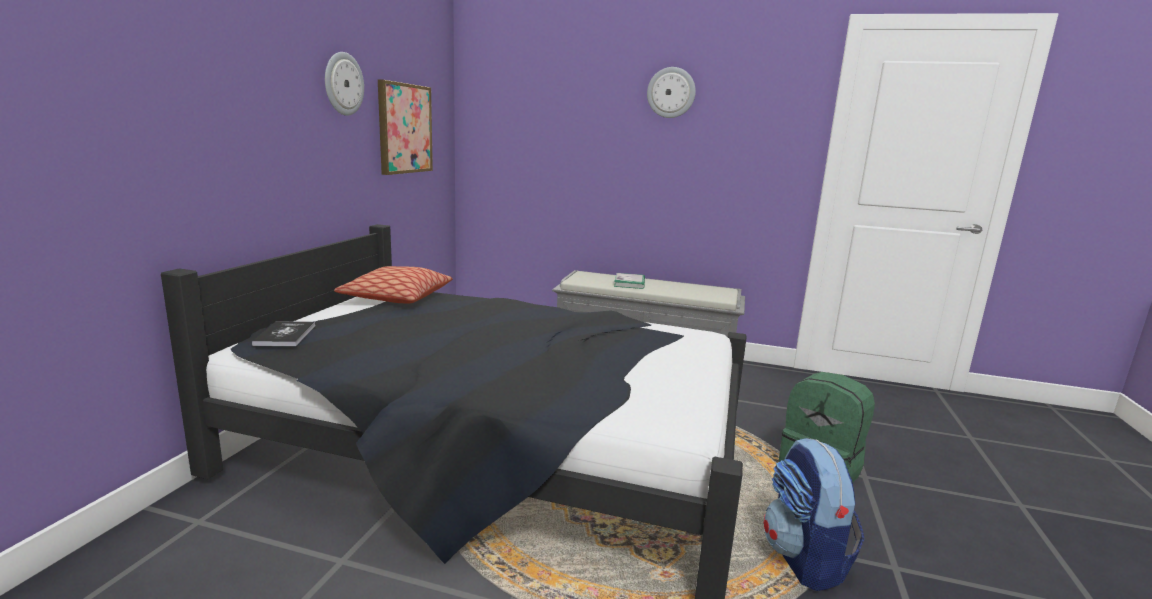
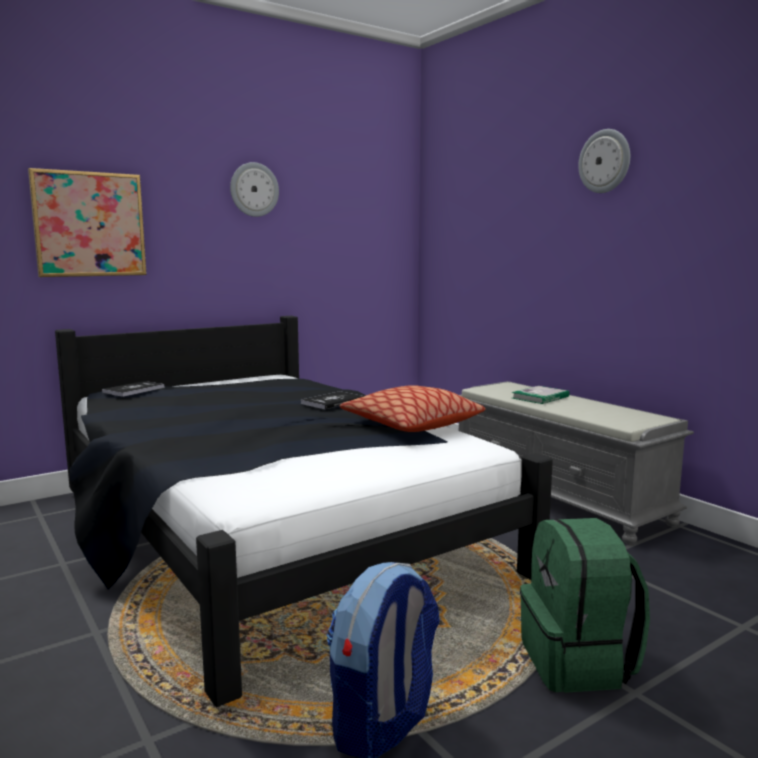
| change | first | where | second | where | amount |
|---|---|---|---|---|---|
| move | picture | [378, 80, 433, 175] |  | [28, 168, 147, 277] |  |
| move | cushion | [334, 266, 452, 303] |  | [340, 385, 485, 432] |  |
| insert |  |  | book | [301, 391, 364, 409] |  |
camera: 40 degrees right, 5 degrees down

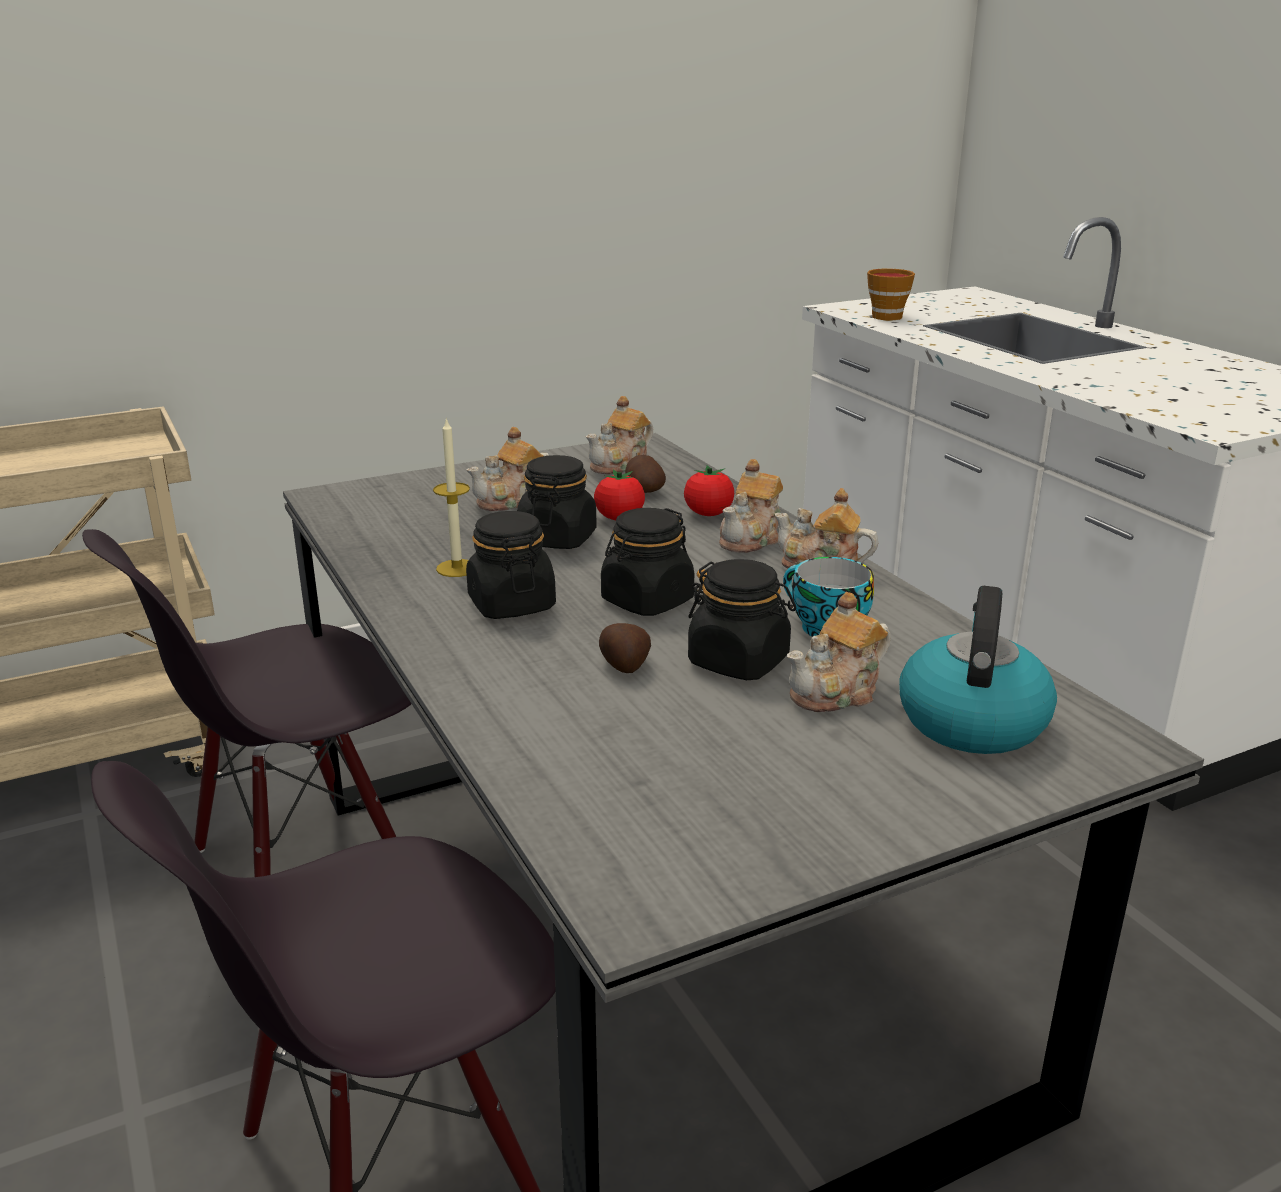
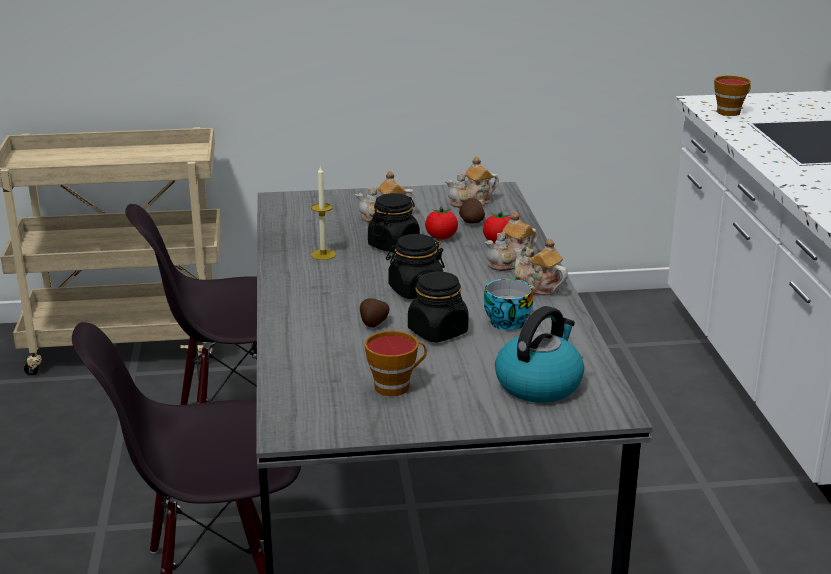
| change | first | where | second | where | amount |
|---|---|---|---|---|---|
| delete | black preserve jar | [466, 511, 556, 619] |  |  |  |
| delete | pot for tea | [787, 592, 891, 712] |  |  |  |
| insert |  |  | cup | [364, 331, 427, 396] |  |
camera: 20 degrees right, 0 degrees up

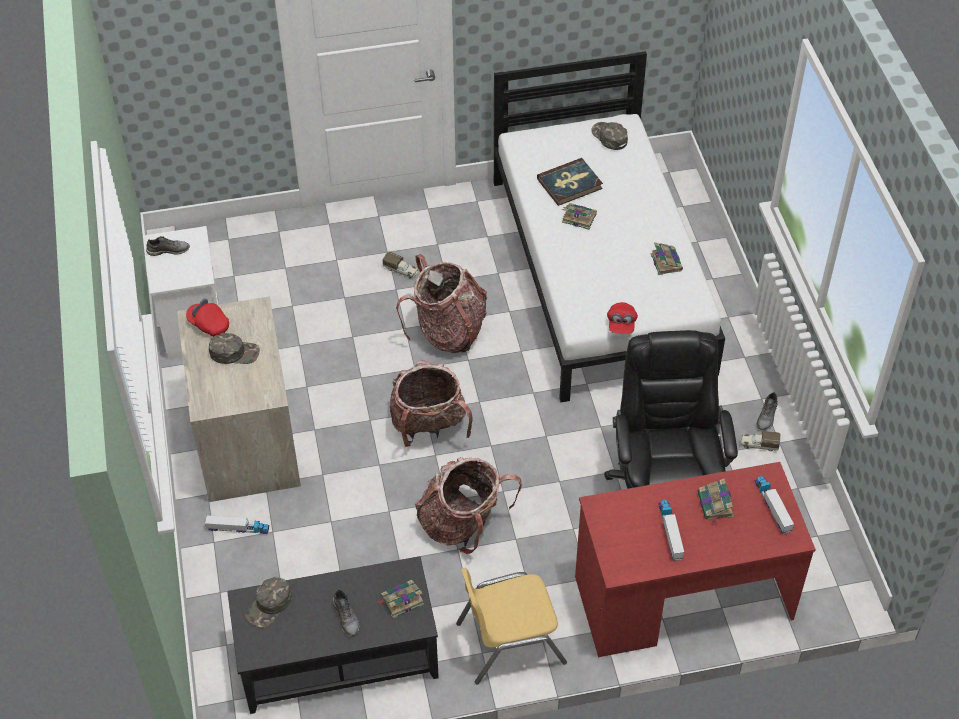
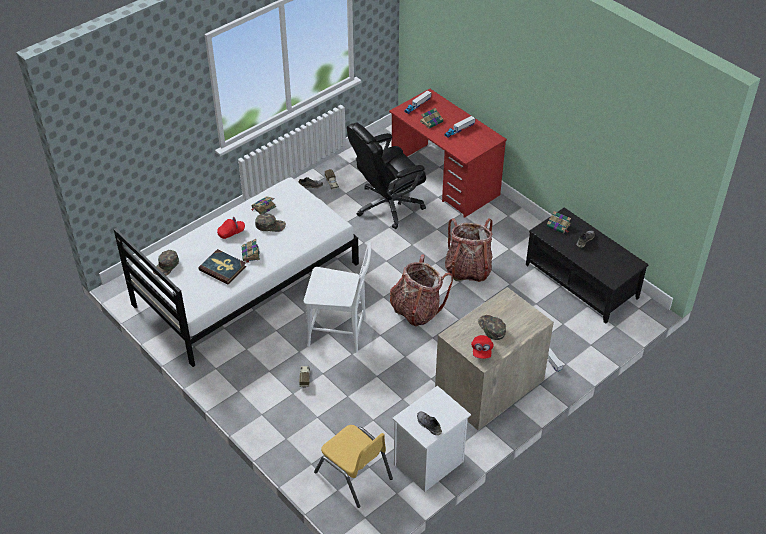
| change | first | where | second | where | amount |
|---|---|---|---|---|---|
| replace | rucksack | [396, 254, 488, 353] | white-coloured plain chair | [304, 242, 371, 353] |  |
| move | red cap | [607, 302, 638, 334] |  | [217, 217, 245, 239] |  |
| move | yellow-coloured plain chair | [456, 568, 567, 684] |  | [314, 425, 393, 508] |  |
| move | green-coloured cap | [246, 577, 292, 628] |  | [255, 213, 286, 232] |  |
camera: 120 degrees left, 5 degrees down

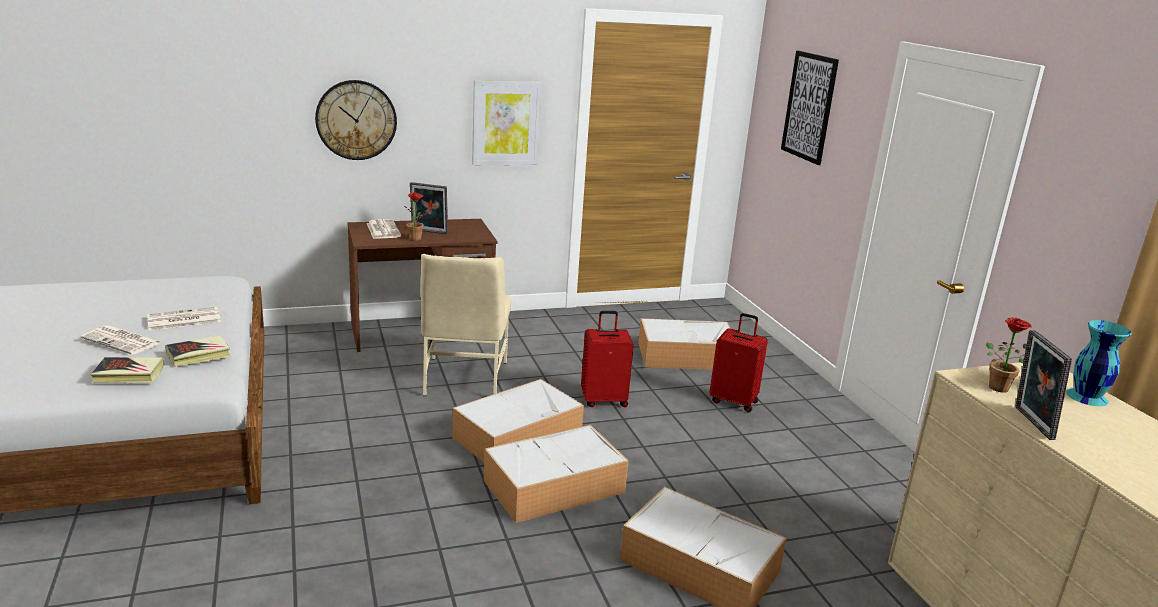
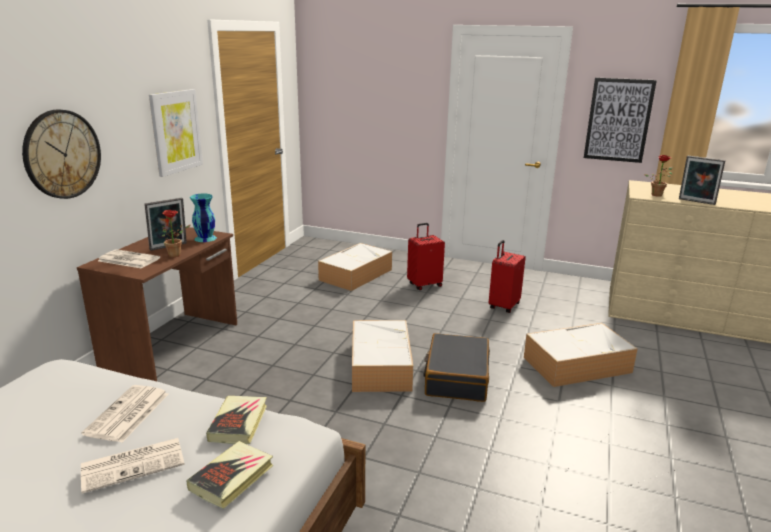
| change | first | where | second | where | amount |
|---|---|---|---|---|---|
| move | picture | [781, 50, 839, 165] |  | [584, 78, 657, 163] |  |
| delete | beige plain chair | [421, 254, 511, 396] |  |  |  |
| move | red piece of luggage | [581, 311, 634, 407] |  | [489, 240, 526, 313] |  |
| move | blue-green decorative vase | [1066, 320, 1131, 406] |  | [190, 194, 217, 242] |  |
| replace | storage bin | [484, 425, 629, 523] | black piece of luggage | [424, 333, 490, 402] |  |
camera: 50 degrees left, 0 degrees up

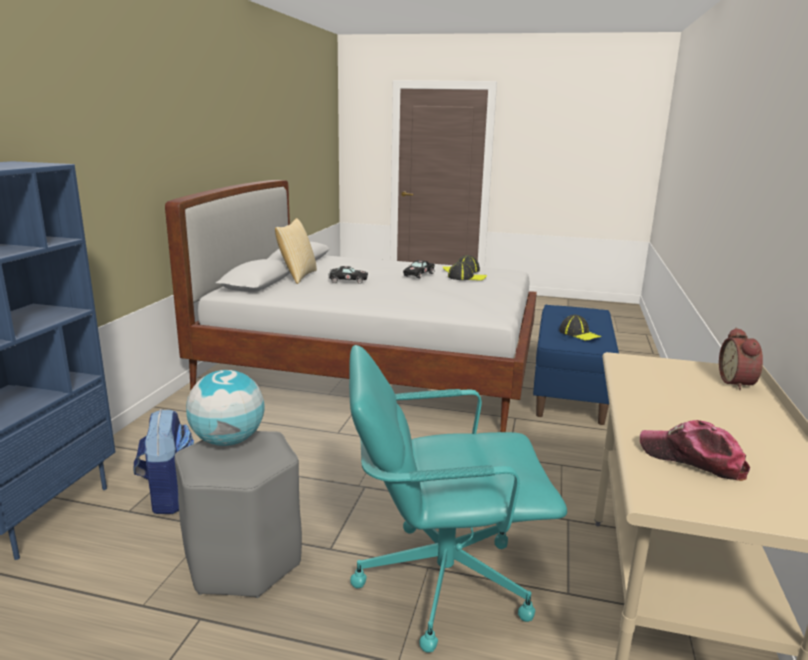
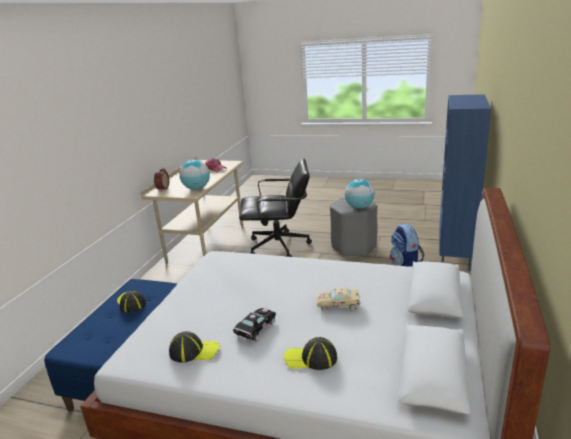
| change | first | where | second | where | amount |
|---|---|---|---|---|---|
| delete | cushion | [275, 218, 317, 284] |  |  |  |
| move | cap | [448, 261, 487, 281] |  | [284, 337, 337, 370] |  |
| recolor | black toy car | [329, 266, 368, 284] | beige toy car | [317, 288, 360, 311] |  |
| recolor | blue-green office chair | [349, 345, 567, 653] | black office chair | [239, 158, 312, 257] |  |
| insert |  |  | desk globe | [179, 160, 210, 190] |  |
camera: 175 degrees left, 5 degrees up

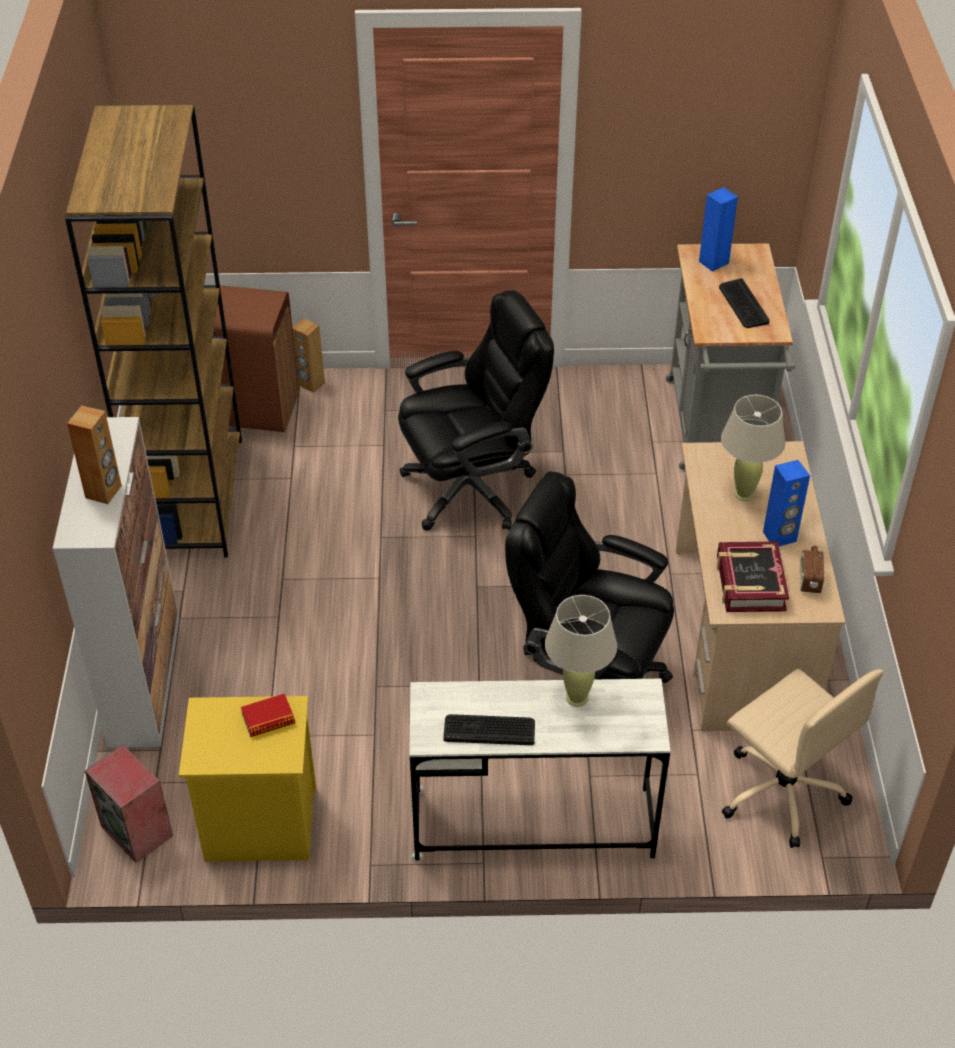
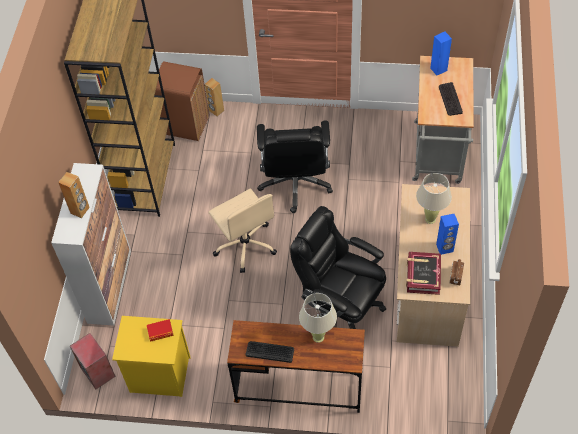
| change | first | where | second | where | amount |
|---|---|---|---|---|---|
| rotate | black office chair | [398, 290, 554, 531] |  | [257, 121, 333, 213] | 105 degrees clockwise |
| move | beige office chair | [722, 669, 884, 848] |  | [208, 189, 277, 273] |  |
| recolor | white-coloured desk table | [409, 679, 670, 862] | brown desk table | [227, 320, 365, 413] |  |
camera: 10 degrees right, 10 degrees up

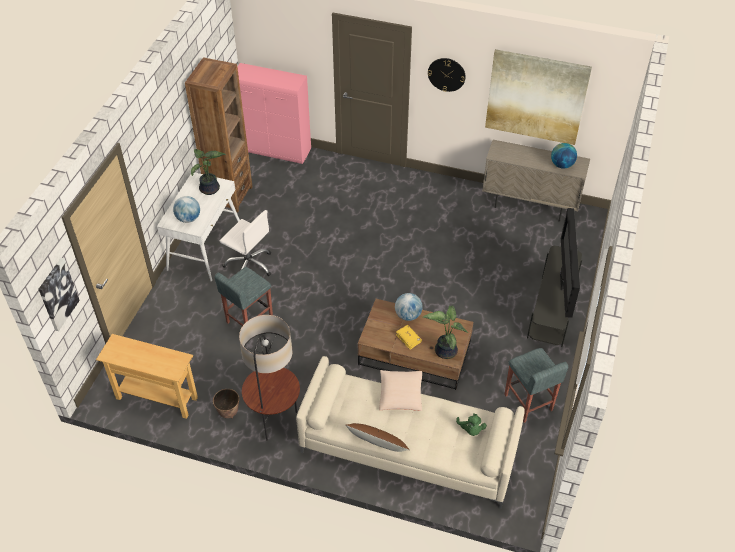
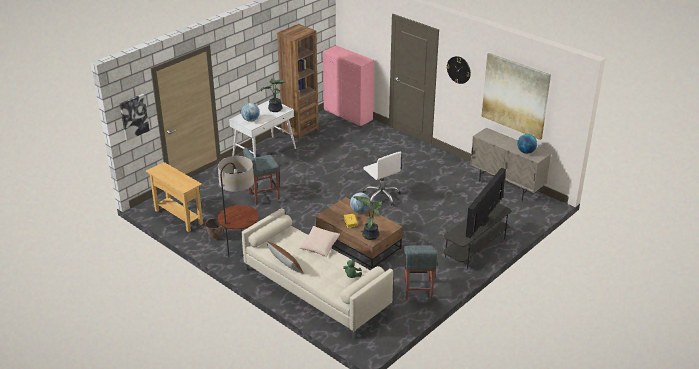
| change | first | where | second | where | amount |
|---|---|---|---|---|---|
| move | white-coloured office chair | [220, 210, 271, 276] |  | [363, 152, 401, 205] |  |
camera: 25 degrees right, 15 degrees down

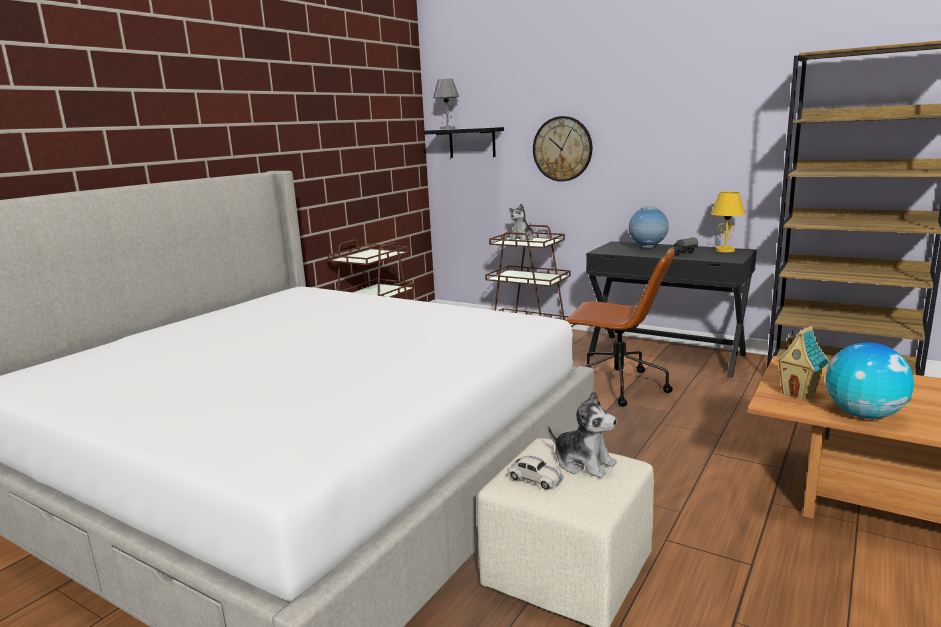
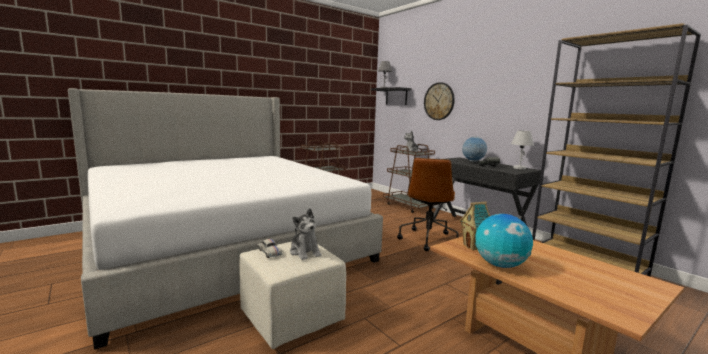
| change | first | where | second | where | amount |
|---|---|---|---|---|---|
| recolor | yellow-coloured table lamp | [711, 192, 745, 252] | white-coloured table lamp | [511, 131, 534, 169] |  |
| rotate | brown office chair | [565, 247, 675, 407] |  | [397, 158, 459, 251] | 60 degrees clockwise |
camera: 20 degrees right, 5 degrees down

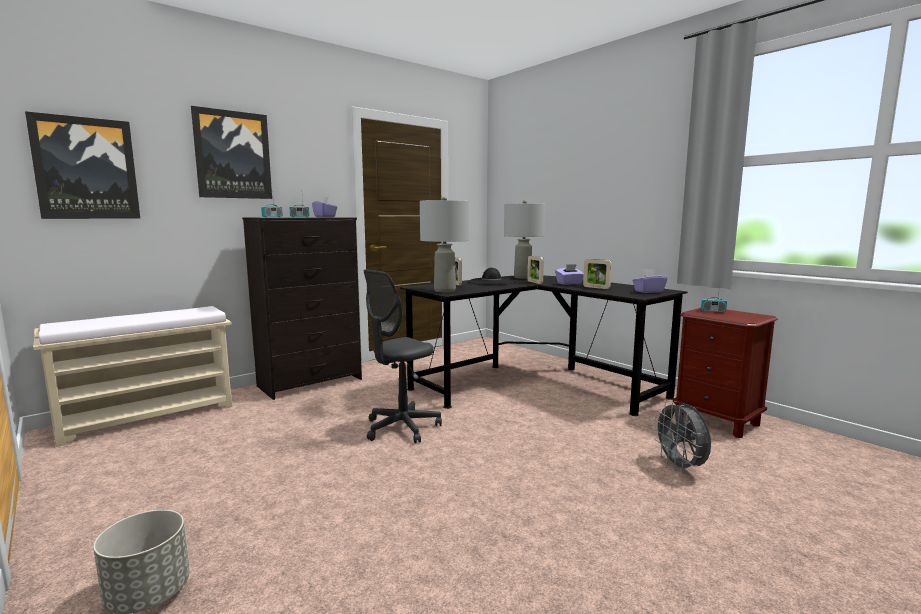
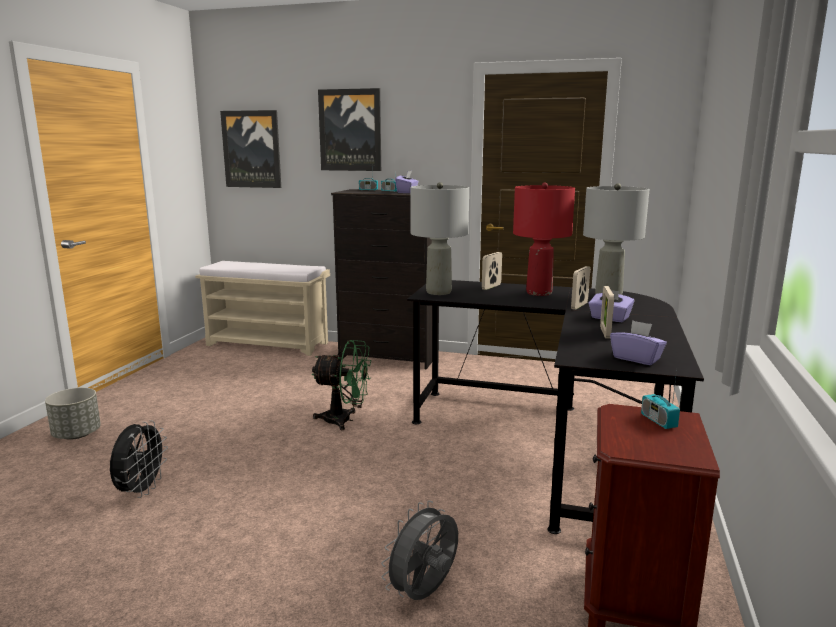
| change | first | where | second | where | amount |
|---|---|---|---|---|---|
| replace | black clothing hat | [467, 268, 516, 285] | red table lamp | [513, 183, 575, 296] |  |
| replace | grey office chair | [364, 269, 442, 443] | green-coloured fan | [311, 340, 371, 430] |  |
| insert |  |  | black fan | [110, 420, 168, 498] |  |
camera: 55 degrees right, 5 degrees up

